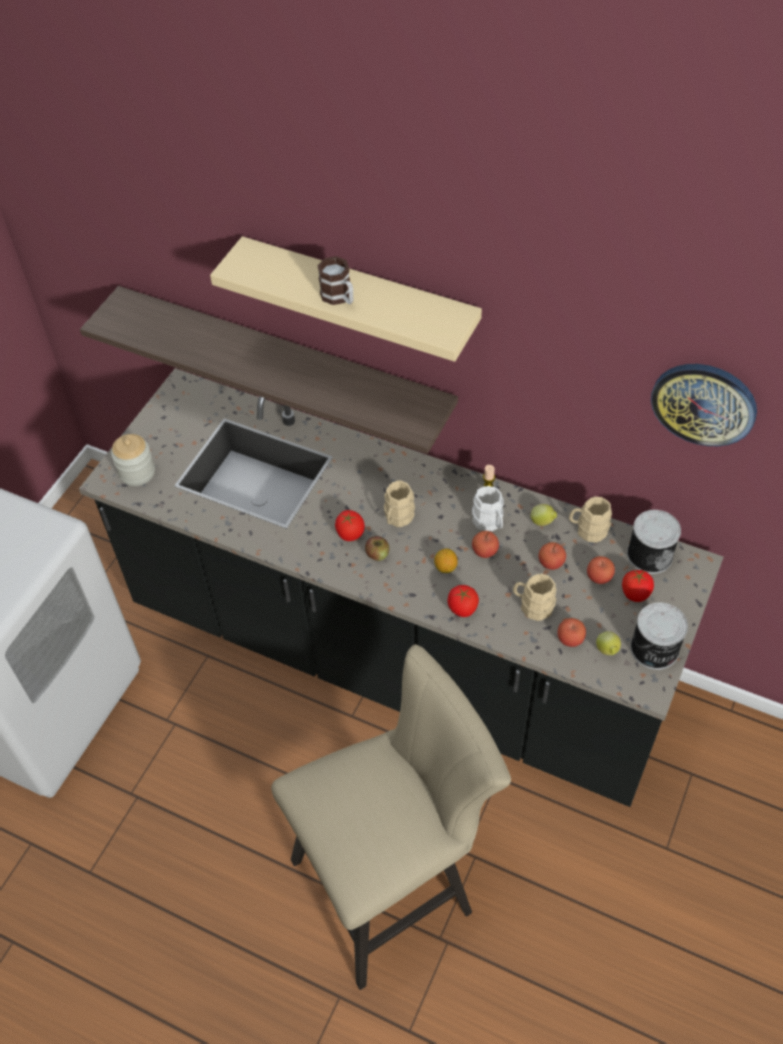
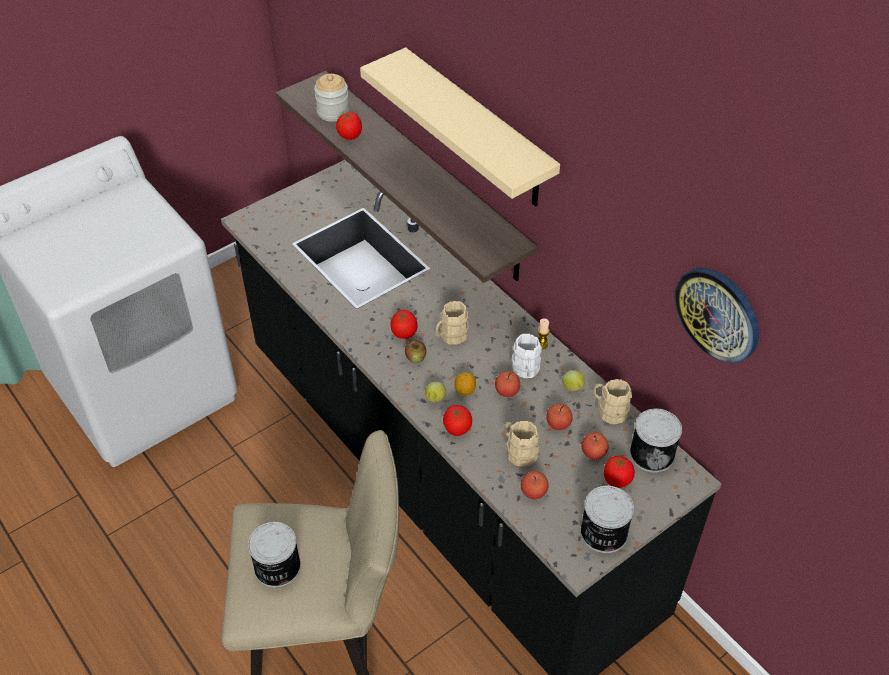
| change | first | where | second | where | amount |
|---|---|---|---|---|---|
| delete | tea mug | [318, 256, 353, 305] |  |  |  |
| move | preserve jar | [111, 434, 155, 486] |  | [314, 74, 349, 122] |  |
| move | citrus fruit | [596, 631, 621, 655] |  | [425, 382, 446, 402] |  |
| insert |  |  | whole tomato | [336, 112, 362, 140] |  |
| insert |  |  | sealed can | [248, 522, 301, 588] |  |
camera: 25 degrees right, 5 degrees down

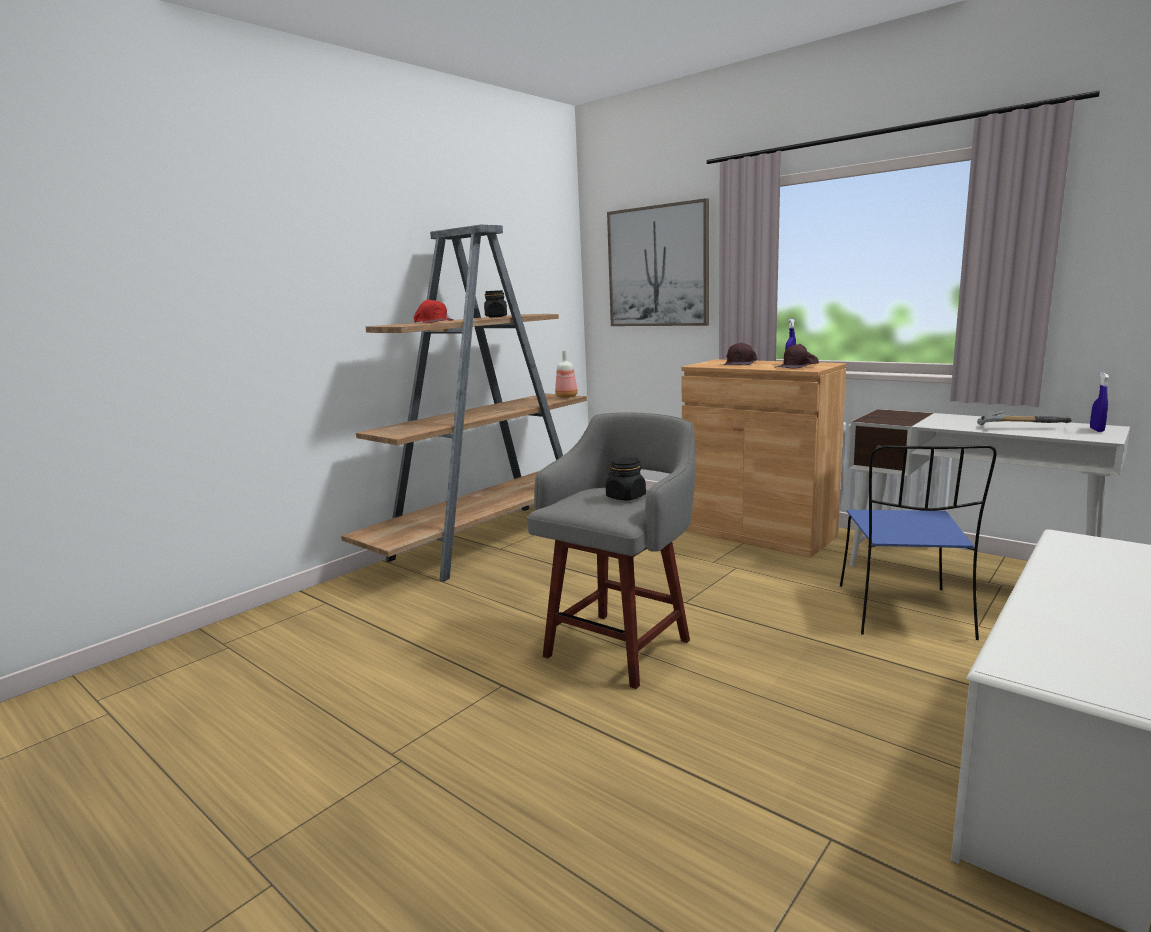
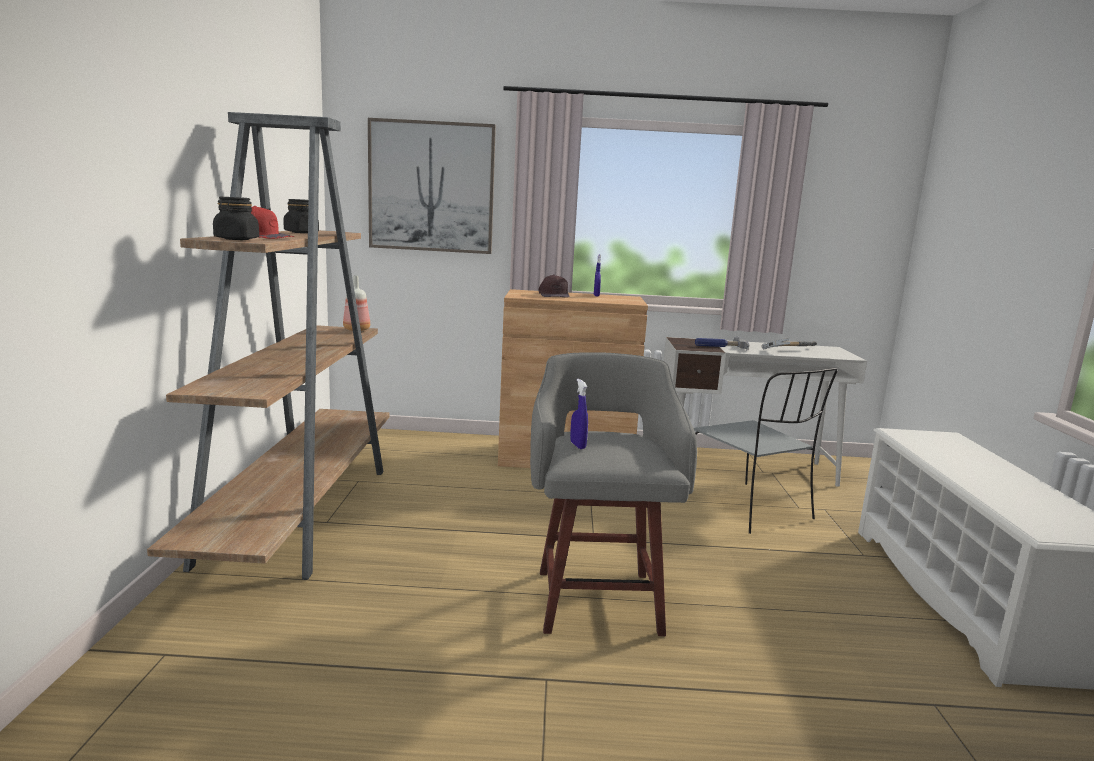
| change | first | where | second | where | amount |
|---|---|---|---|---|---|
| delete | brown cap | [776, 344, 819, 369] |  |  |  |
| move | bluish hand sprayer | [1090, 373, 1109, 432] |  | [570, 379, 588, 449] |  |
| recolor | bluish plain chair | [840, 445, 997, 640] | grey plain chair | [694, 368, 838, 534] |  |
| move | black preserve jar | [606, 457, 646, 501] |  | [213, 197, 259, 240] |  |
| insert |  |  | hand hammer | [695, 336, 749, 350] |  |
camera: 40 degrees left, 0 degrees up

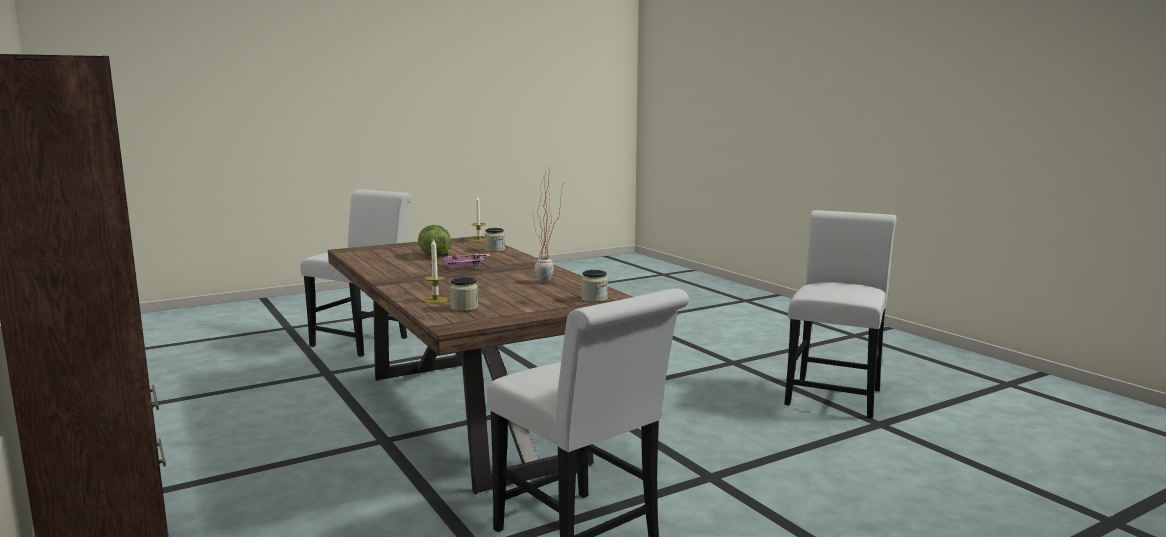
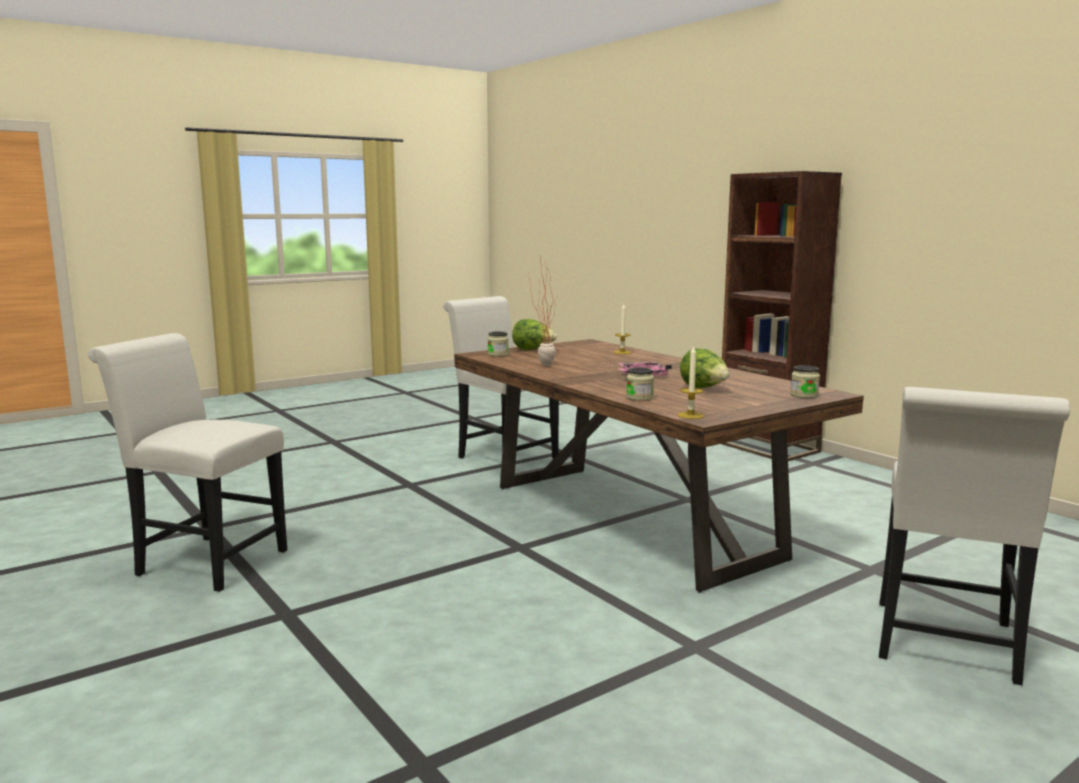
| change | first | where | second | where | amount |
|---|---|---|---|---|---|
| rotate | white-coloured plain chair | [784, 210, 896, 419] |  | [88, 333, 287, 592] | 90 degrees clockwise |
| move | preserve jar | [450, 277, 478, 311] |  | [790, 365, 820, 398] |  |
| insert |  |  | head of lettuce | [512, 319, 557, 350] |  |
camera: 175 degrees right, 0 degrees up

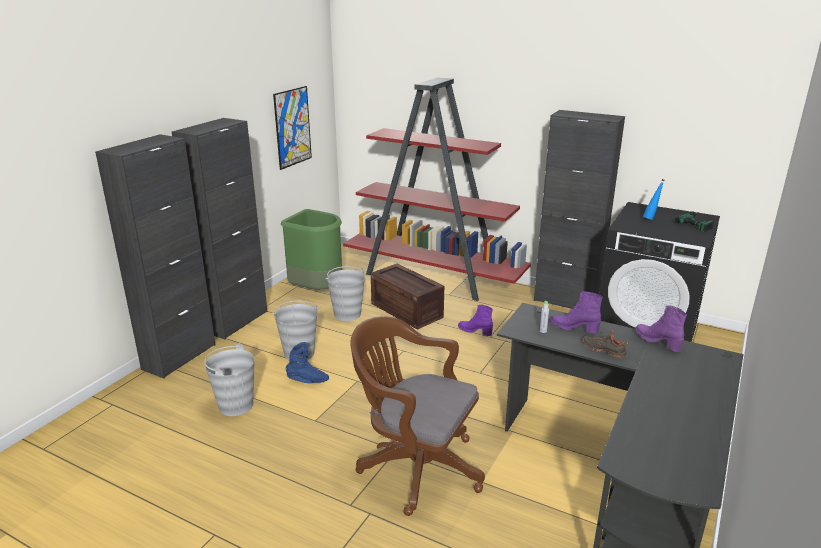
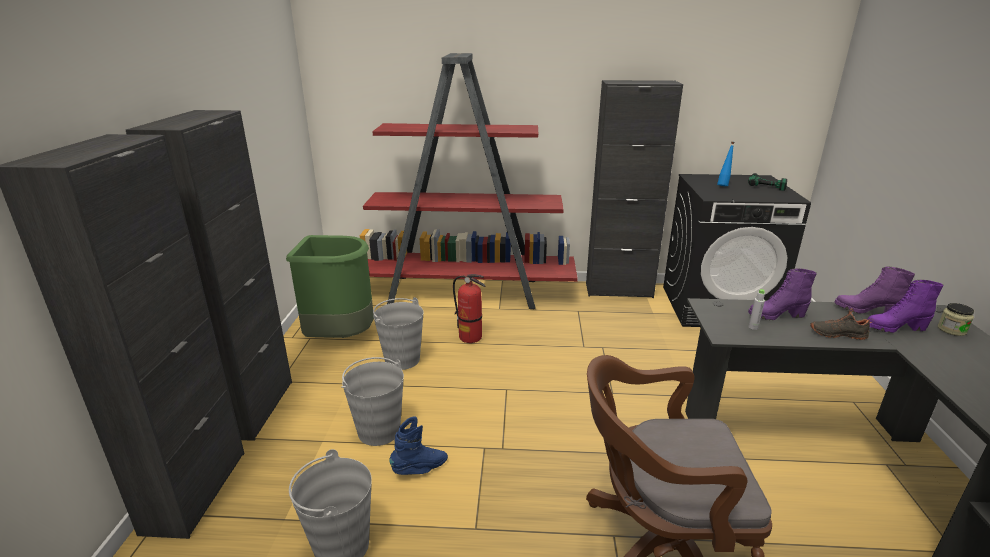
| change | first | where | second | where | amount |
|---|---|---|---|---|---|
| delete | picture | [273, 86, 312, 170] |  |  |  |
| replace | crate | [371, 264, 444, 330] | fire-fighting cylinder | [453, 274, 485, 343] |  |
| move | purplish high-top boot | [458, 305, 493, 336] |  | [867, 280, 944, 333] |  |
| insert |  |  | preserve jar | [938, 303, 975, 336] |  |
camera: 25 degrees left, 0 degrees up

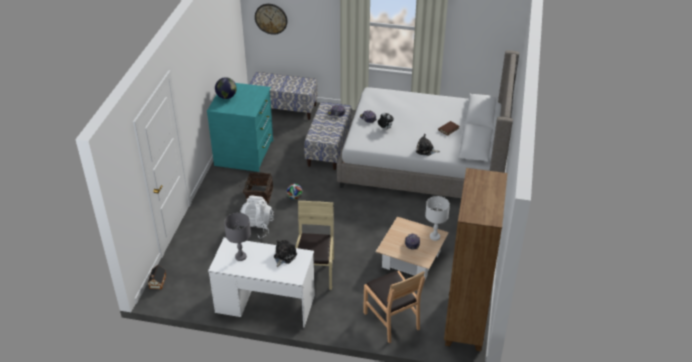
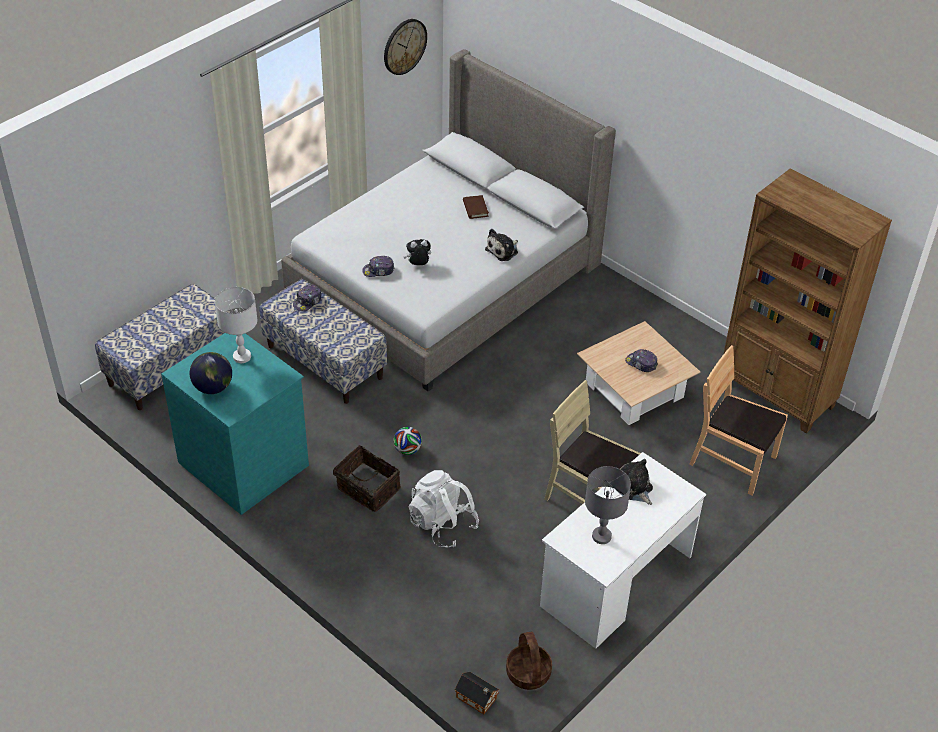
| change | first | where | second | where | amount |
|---|---|---|---|---|---|
| move | wall clock | [255, 4, 288, 35] |  | [384, 19, 427, 75] |  |
| move | white-coloured table lamp | [425, 196, 450, 241] |  | [215, 287, 257, 363] |  |
| rotate | brown plain chair | [363, 271, 425, 343] |  | [689, 345, 788, 496] | 150 degrees counterclockwise |
| insert |  |  | storage basket | [506, 632, 552, 690] |  |
camera: 60 degrees left, 5 degrees up

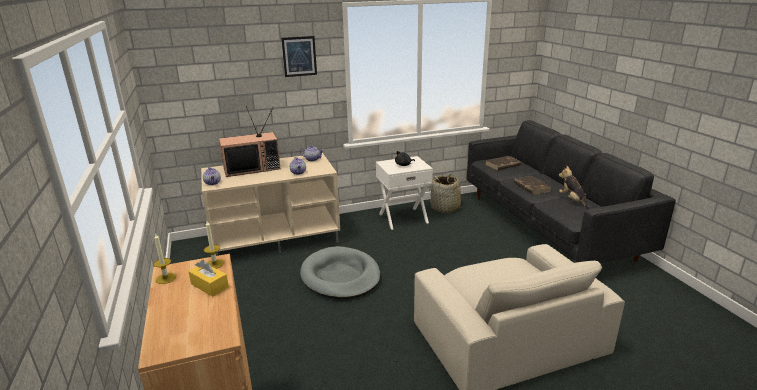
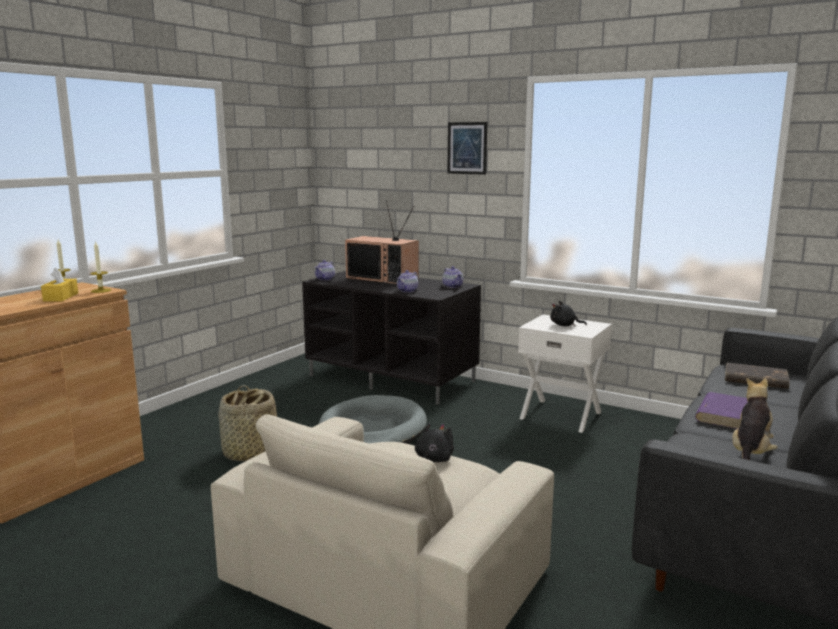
| change | first | where | second | where | amount |
|---|---|---|---|---|---|
| recolor | beige tv unit | [201, 153, 340, 256] | black tv unit | [302, 271, 481, 405] |  |
| move | storage basket | [429, 174, 466, 213] |  | [218, 385, 277, 462] |  |
| recolor | brown book | [513, 176, 551, 195] | purplish book | [695, 392, 748, 429] |  |
| insert |  |  | black soft toy | [415, 423, 454, 462] |  |
camera: 50 degrees right, 10 degrees down

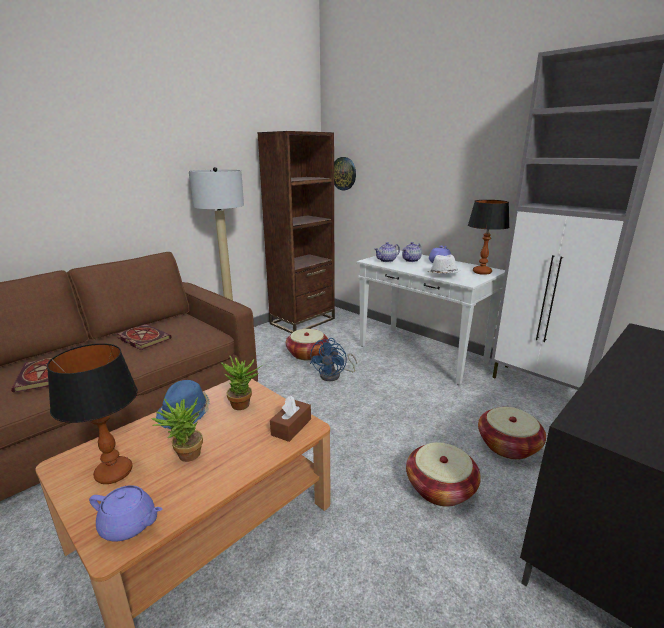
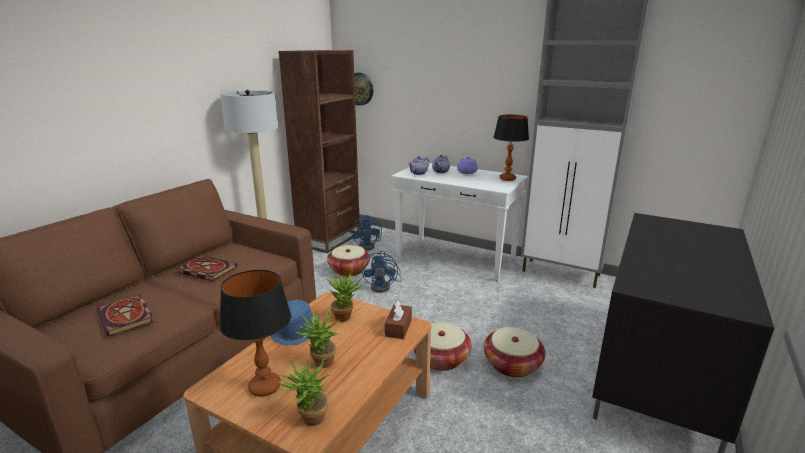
| change | first | where | second | where | amount |
|---|---|---|---|---|---|
| delete | white-coloured clothing hat | [428, 255, 460, 273] |  |  |  |
| move | storage basket | [478, 407, 546, 460] |  | [413, 322, 472, 371] |  |
| replace | purplish pot for tea | [89, 485, 162, 541] | plant in a pot | [279, 358, 331, 426] |  |
| insert |  |  | bluish fan | [352, 215, 382, 251] |  |
camera: 15 degrees left, 0 degrees up

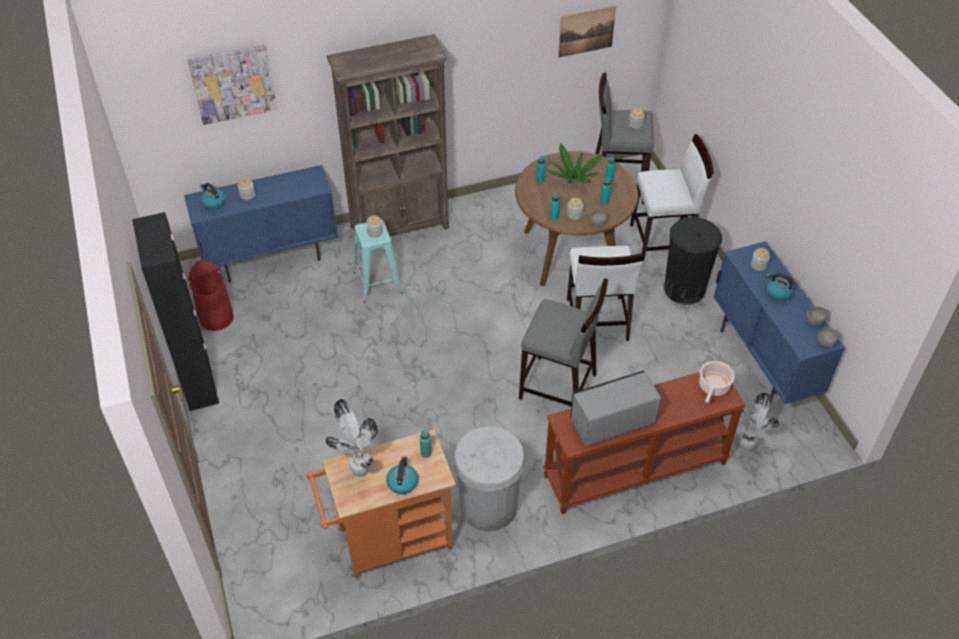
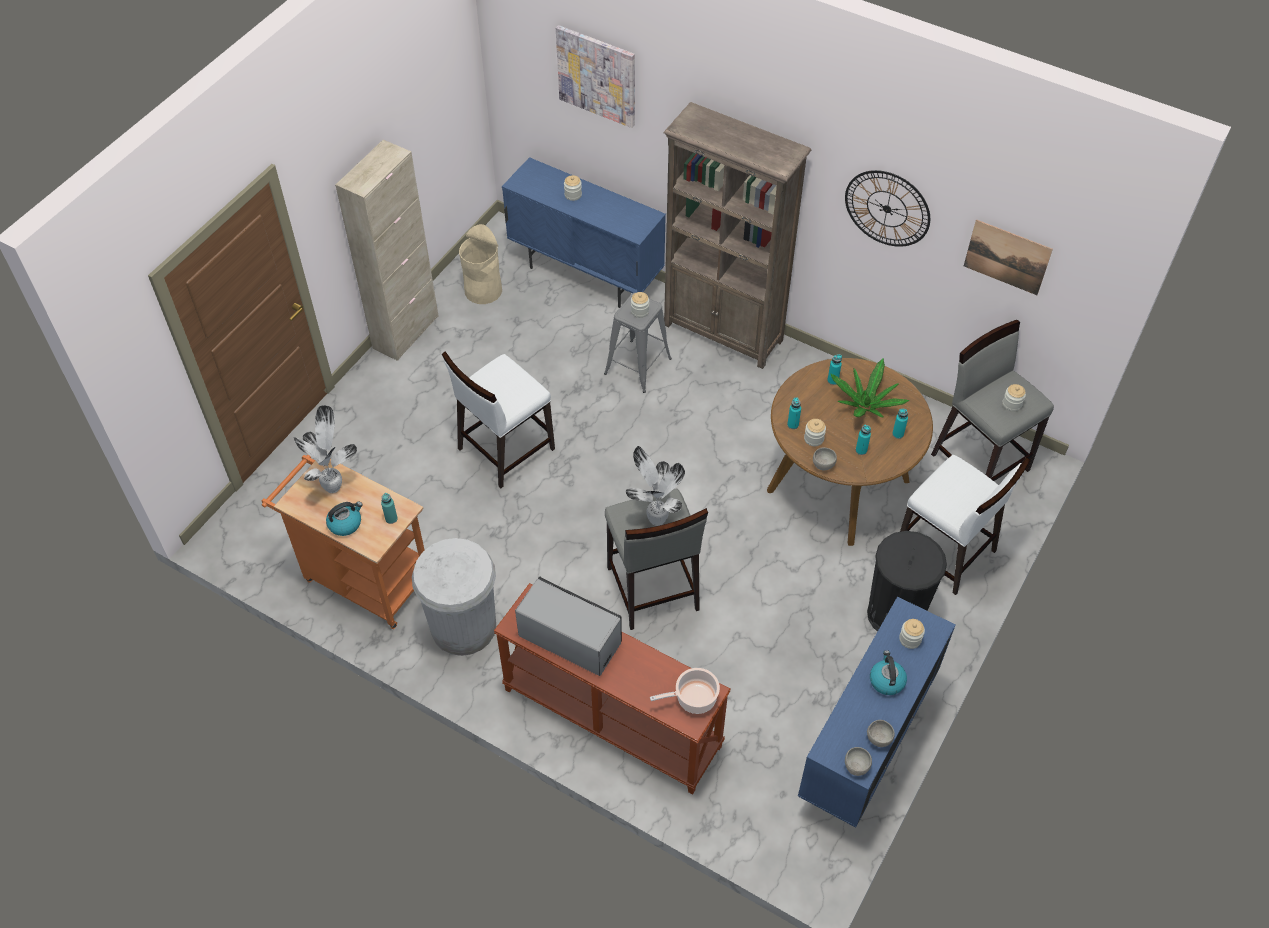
| change | first | where | second | where | amount |
|---|---|---|---|---|---|
| delete | kettle | [200, 183, 226, 209] |  |  |  |
| recolor | black cupboard | [132, 212, 219, 411] | beige cupboard | [335, 140, 439, 361] |  |
| recolor | blue-green stool | [353, 220, 403, 302] | grey stool | [604, 293, 672, 393] |  |
| move | white-coloured plain chair | [567, 246, 644, 341] |  | [442, 351, 555, 489] |  |
| recolor | red trash can | [188, 260, 234, 331] | beige trash can | [459, 224, 502, 304] |  |
| move | plant in a pot | [739, 392, 779, 452] |  | [626, 446, 685, 526] |  |
| insert |  |  | wall clock | [845, 170, 930, 247] |  |
camera: 50 degrees right, 5 degrees up

